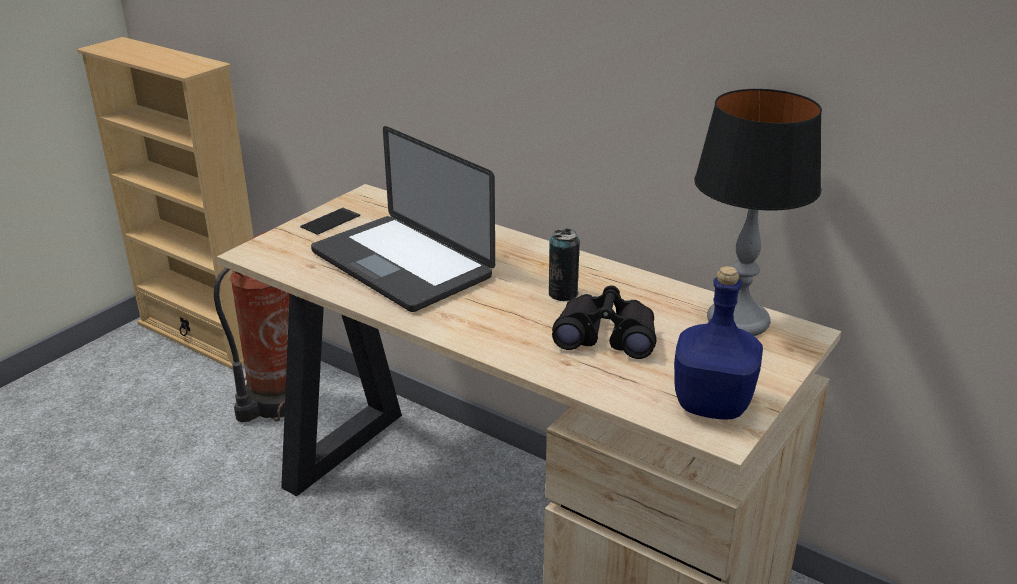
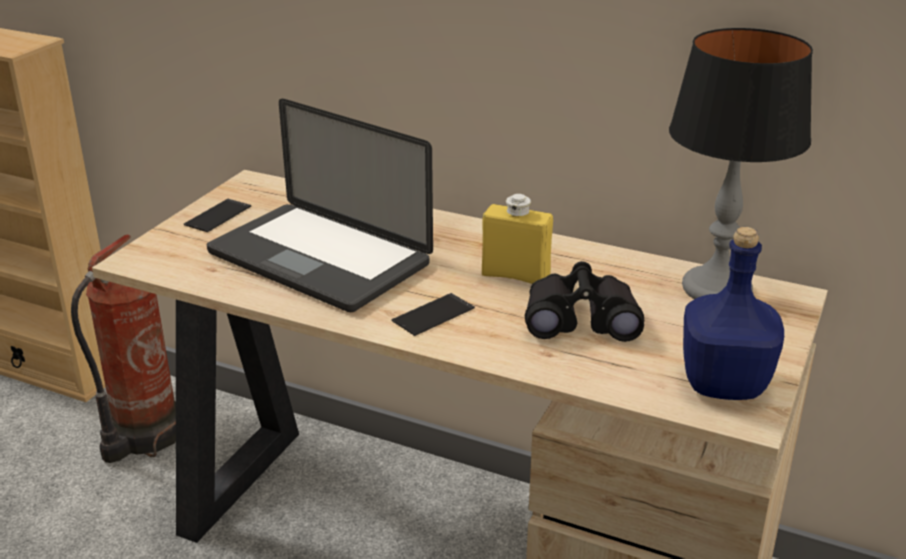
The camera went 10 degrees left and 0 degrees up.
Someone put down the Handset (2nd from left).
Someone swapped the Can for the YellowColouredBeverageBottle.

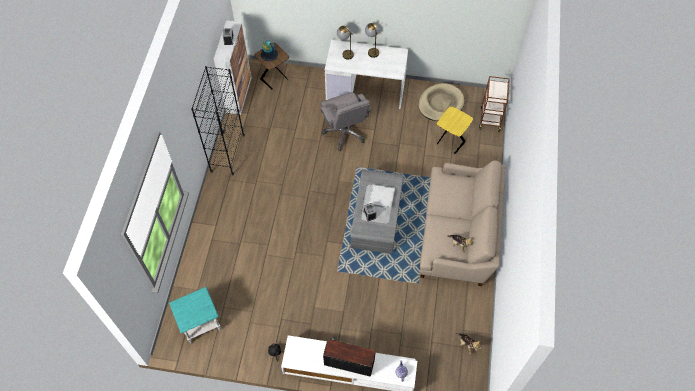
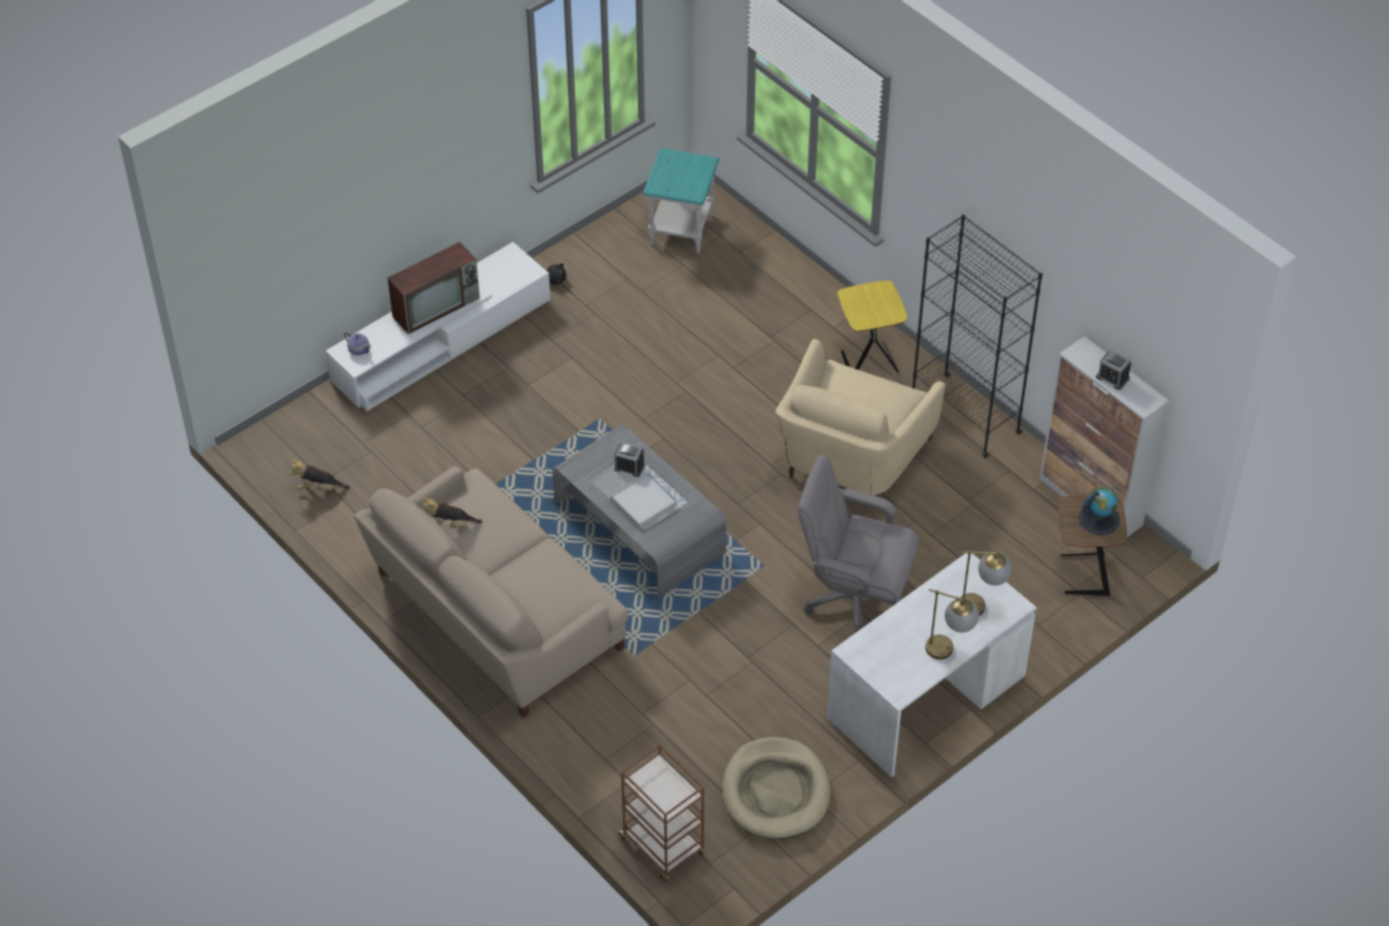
The camera went 130 degrees right and 10 degrees down.
Someone put down the SandColouredLoungeChair.
Someone carried the YellowColouredSideTable.

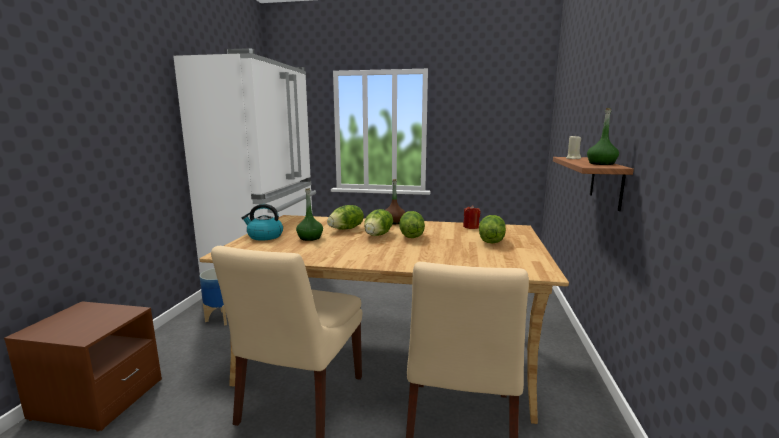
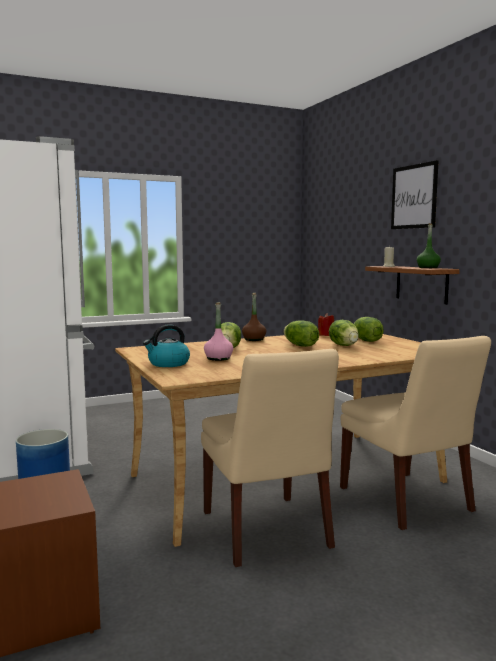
The camera went 35 degrees left and 5 degrees down.
Someone repainted the GreenBeverageBottle (1st from left), which became the PinkColouredBeverageBottle.
Someone carried the HeadOfLettuce (2nd from left in the first image).
Someone put up the WallArt.

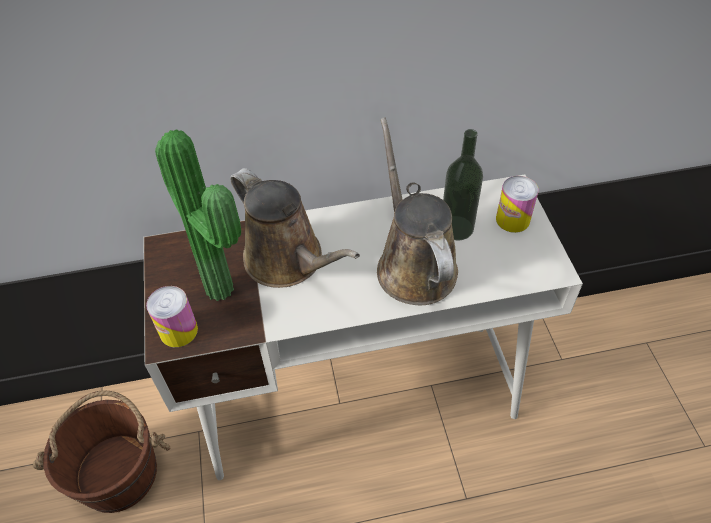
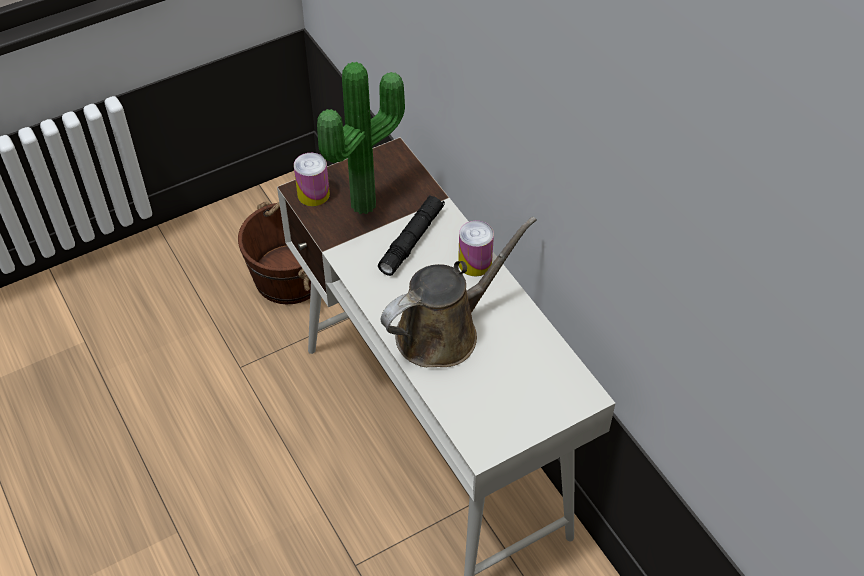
The camera went 70 degrees right and 0 degrees up.
Someone swapped the BrownishSprinklingCan (1st from left) for the BlackishTorch.
Someone carried the Can (2nd from left).
Someone took away the BeverageBottle.

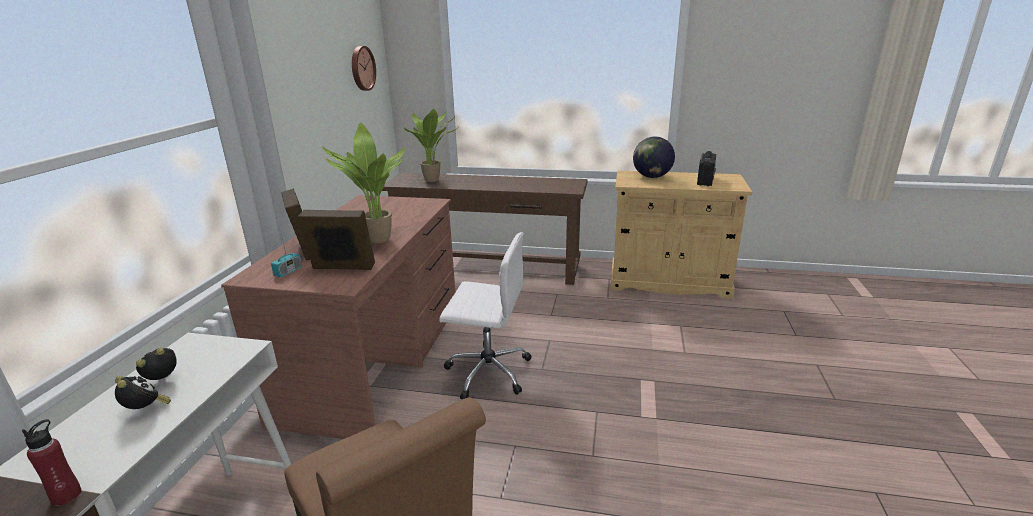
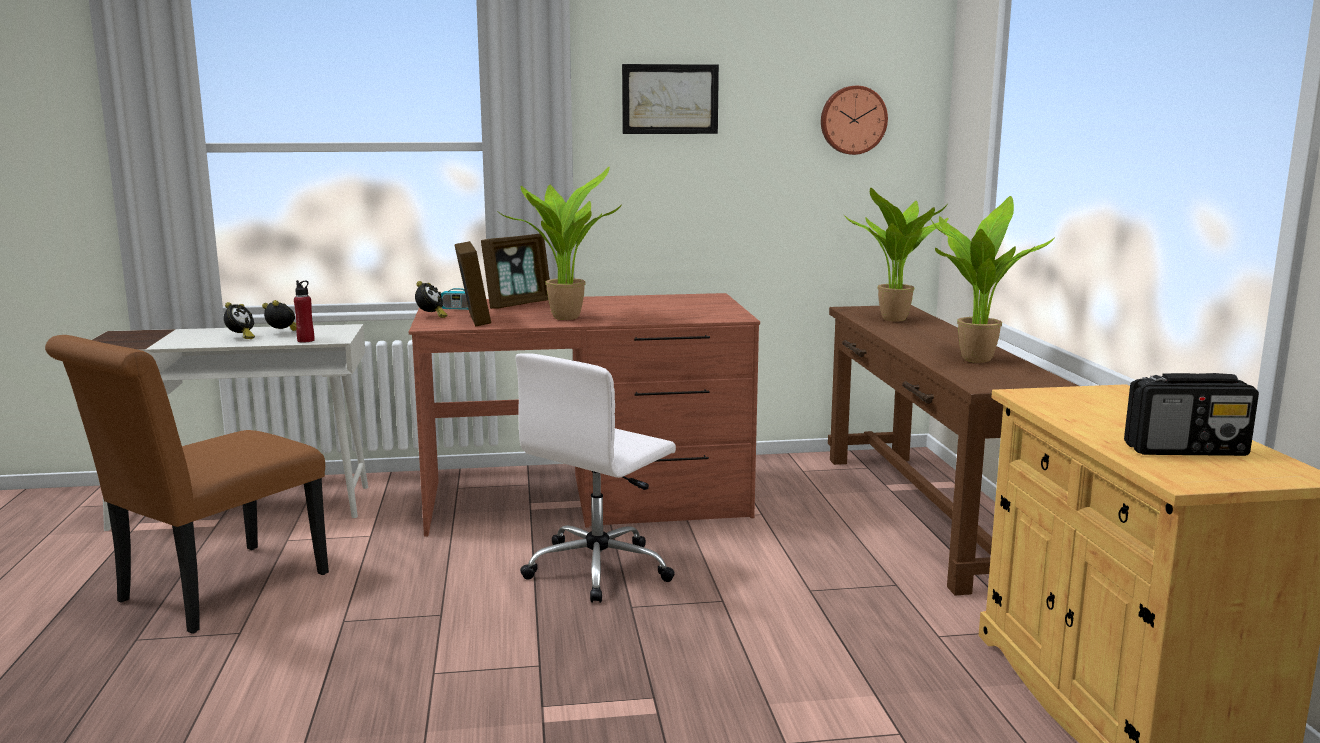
The camera went 70 degrees right and 10 degrees down.
Someone carried the ReddishBeverageBottle.
Someone put down the TableClock (3rd from left).
Someone rotated the WhiteColouredDeskChair by 45 degrees clockwise.
Someone put up the WallArt.
Someone put down the Houseplant (3rd from left).
Someone took away the WorldGlobe.

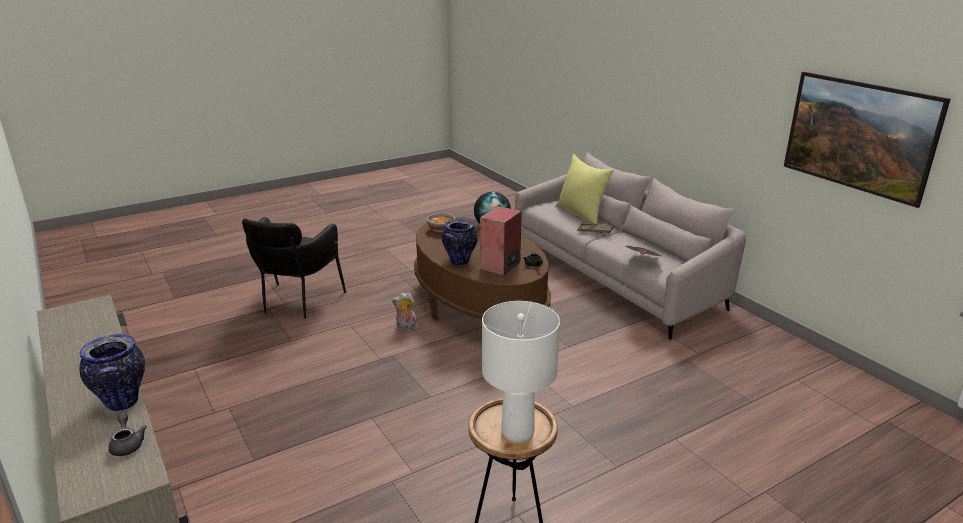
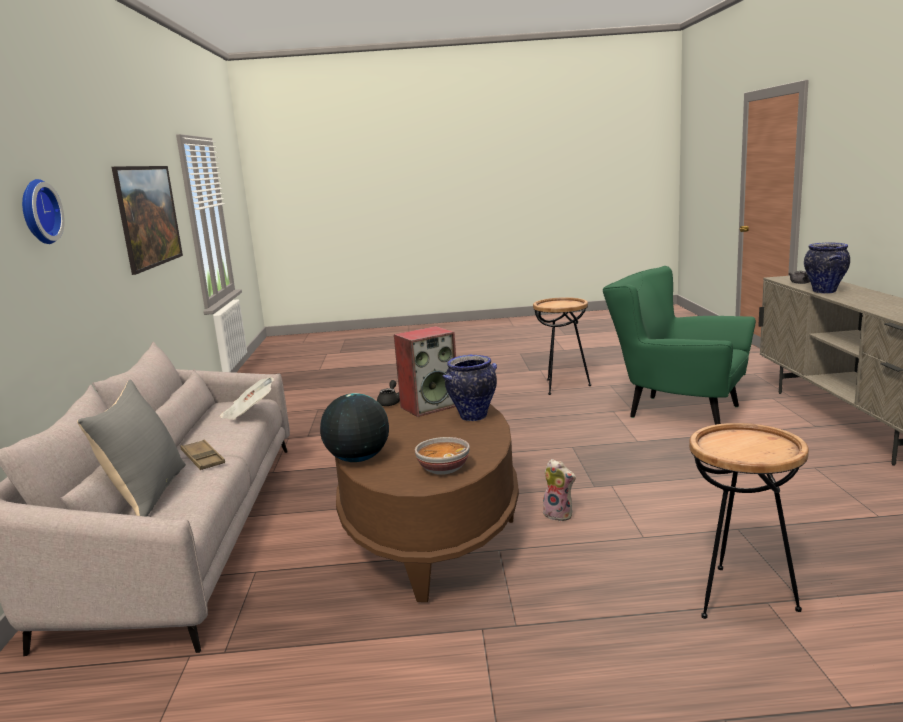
The camera went 150 degrees left and 10 degrees down.
Someone put up the WallClock.
Someone repainted the YellowColouredThrowPillow, which became the GrayThrowPillow.
Someone put down the GreenLoungeChair.
Someone swapped the BlackishLoungeChair for the BrownishSideTable (2nd from left).
Someone took away the WhiteColouredLampForATable.

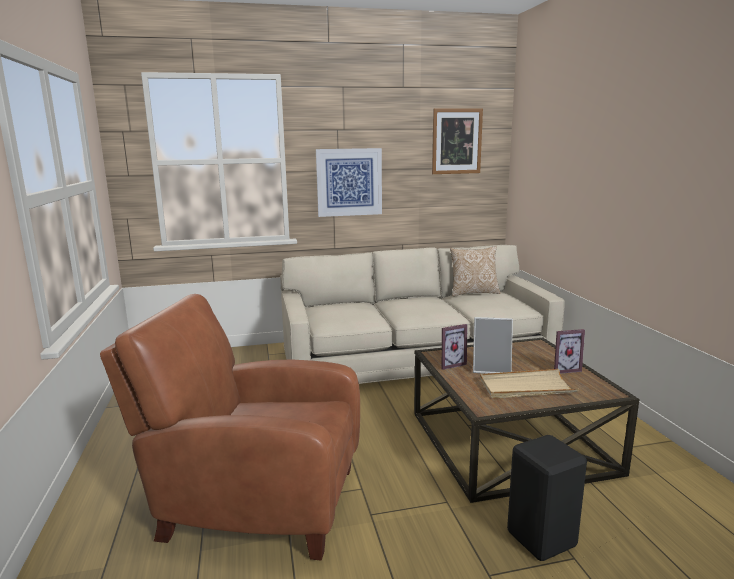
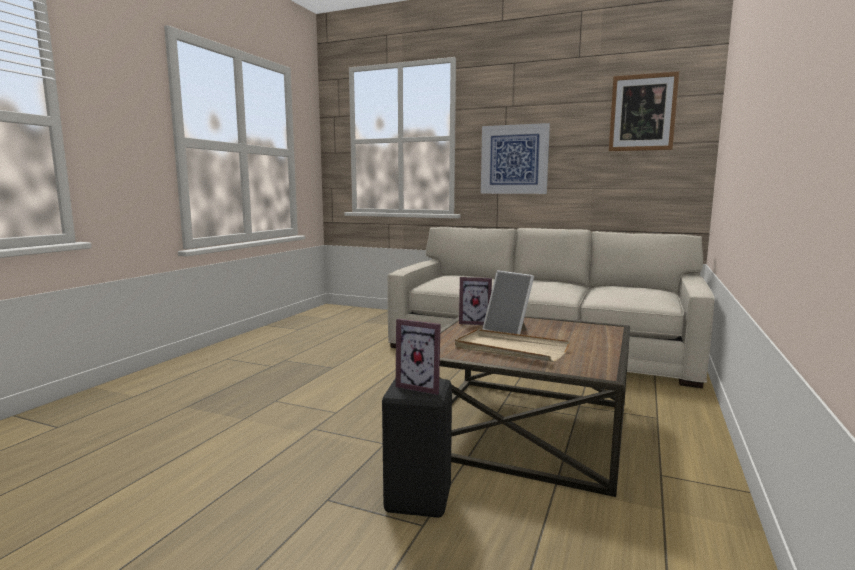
The camera went 35 degrees right and 5 degrees down.
Someone carried the PictureFrame (3rd from left in the first image).
Someone took away the BrownishLoungeChair.
Someone took away the ThrowPillow.

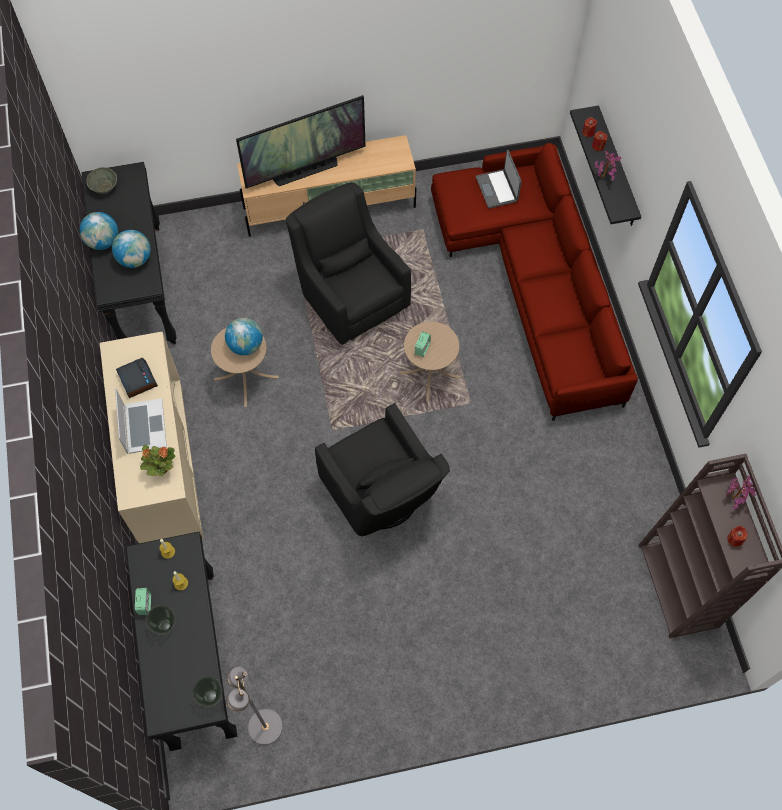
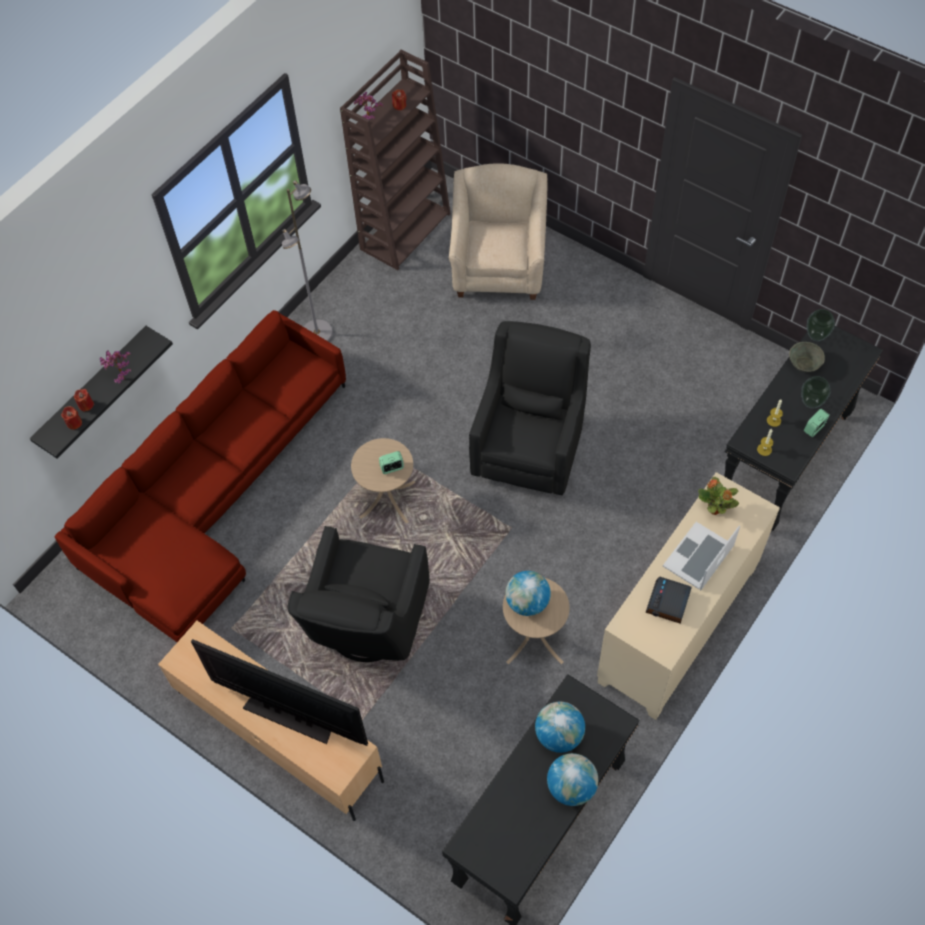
The camera went 130 degrees left and 5 degrees down.
Someone carried the GrayStandardLamp.
Someone put down the SandColouredLoungeChair.
Someone carried the GrayBowl.
Someone took away the NotebookComputer (2nd from left).

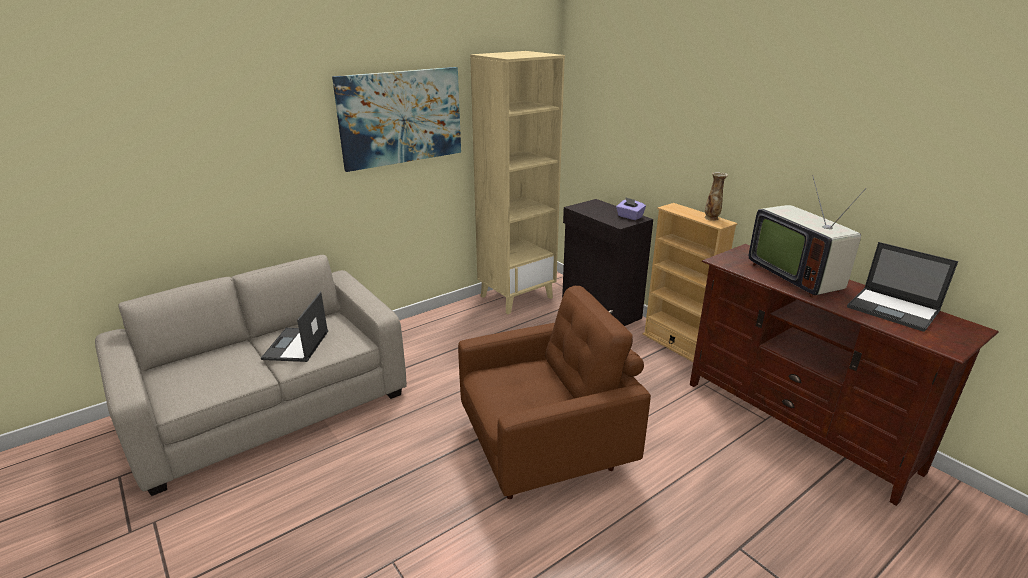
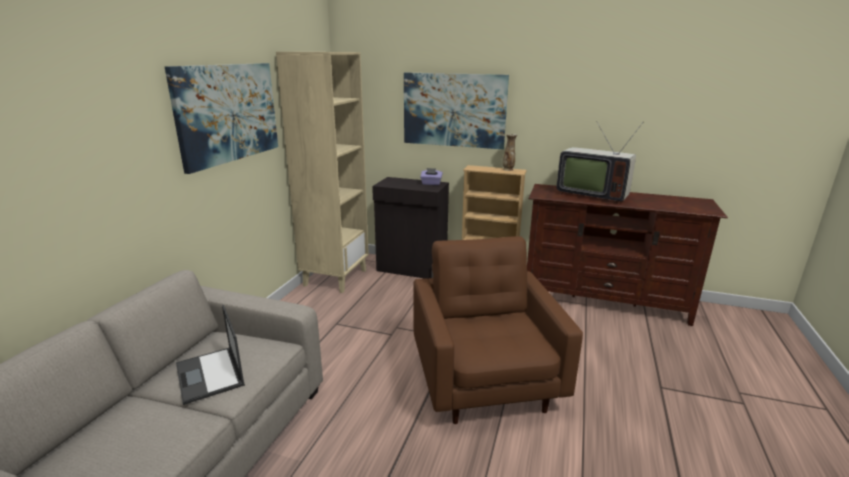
The camera went 35 degrees left and 5 degrees down.
Someone put up the WallArt (2nd from left).
Someone rotated the BrownishLoungeChair by 45 degrees counterclockwise.
Someone took away the NotebookComputer (2nd from left).

